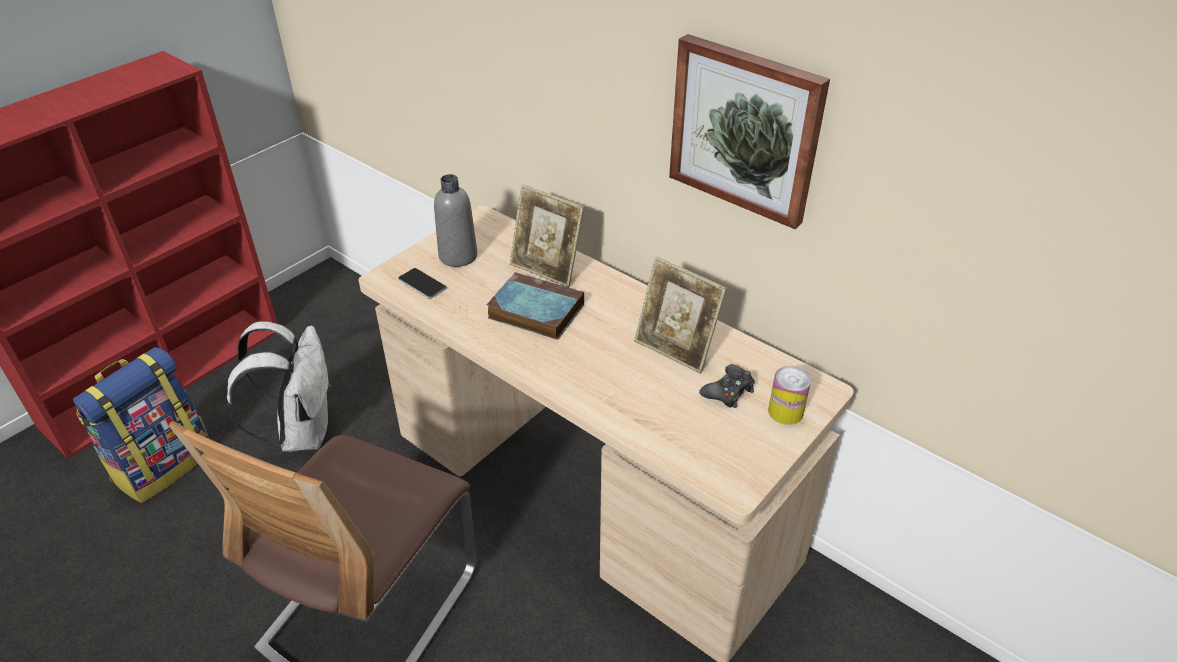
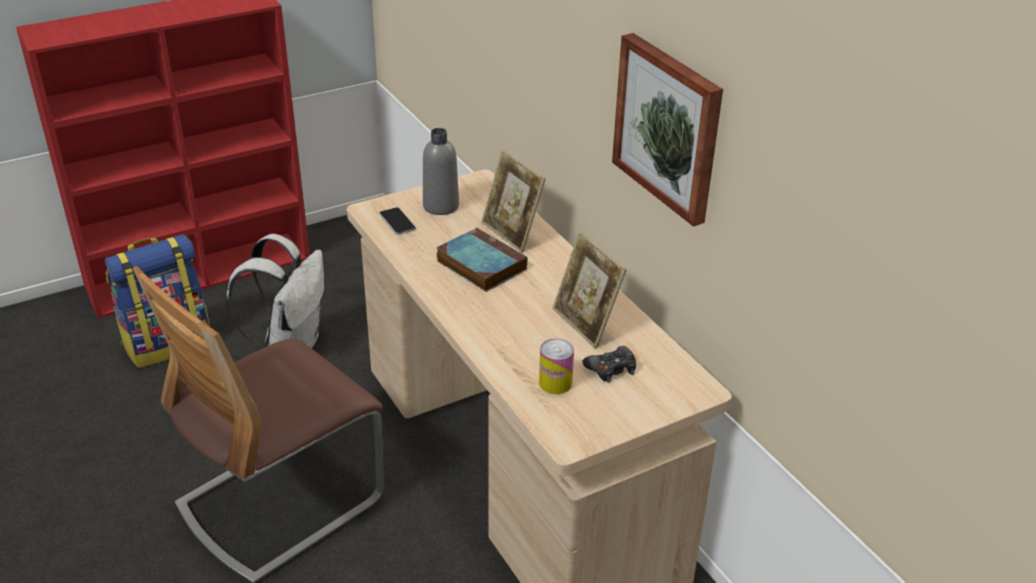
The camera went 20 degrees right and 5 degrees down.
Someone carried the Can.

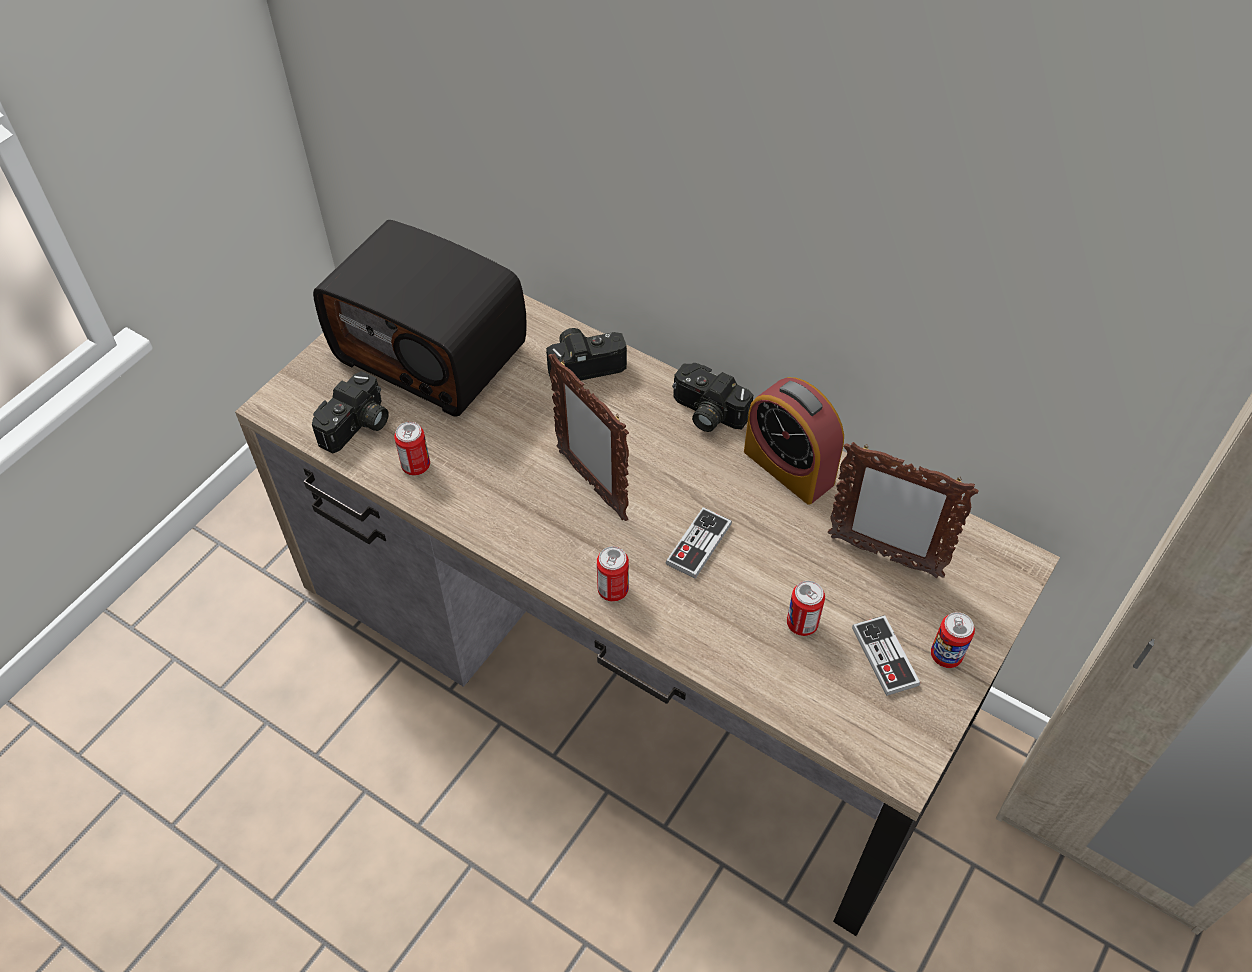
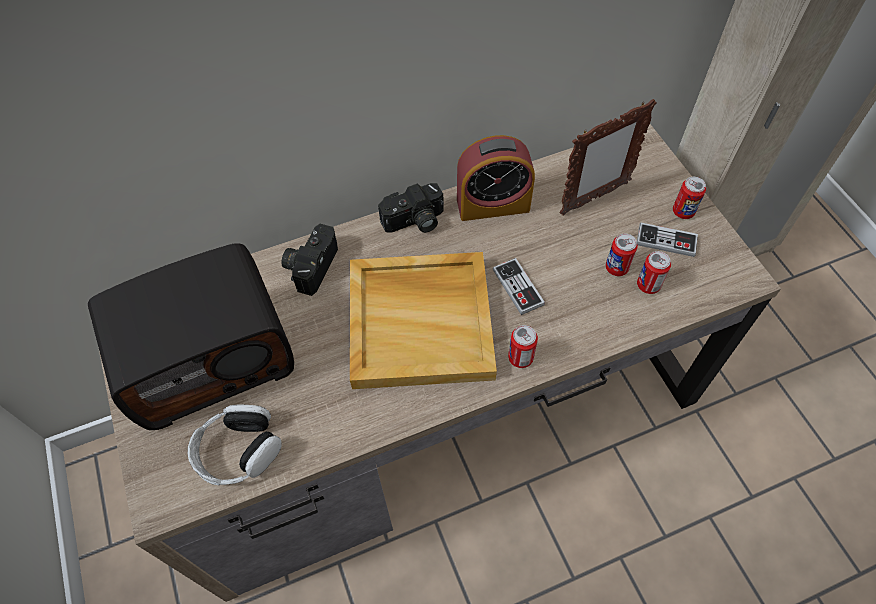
The camera went 55 degrees left and 5 degrees up.
Someone swapped the StillCamera (1st from left) for the PairOfHeadphones.
Someone swapped the PictureFrame (1st from left) for the SandColouredTray.
Someone carried the Can (1st from left in the first image).

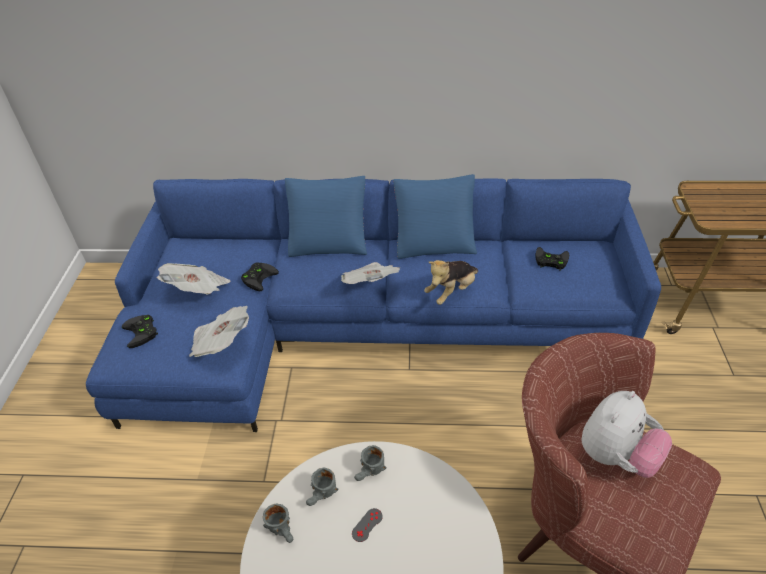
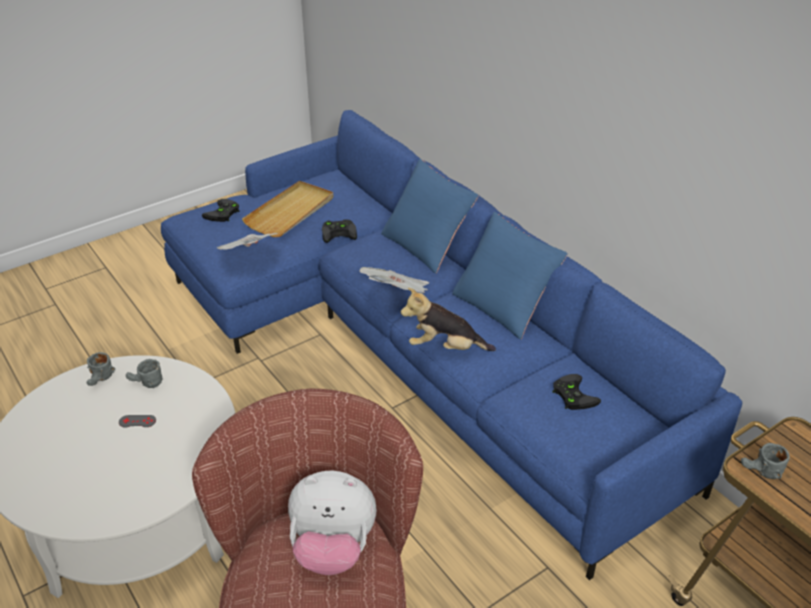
The camera went 50 degrees right and 5 degrees down.
Someone swapped the DailyPaper (1st from left) for the SandColouredTray.
Someone carried the GrayCoffeeMug (3rd from left).

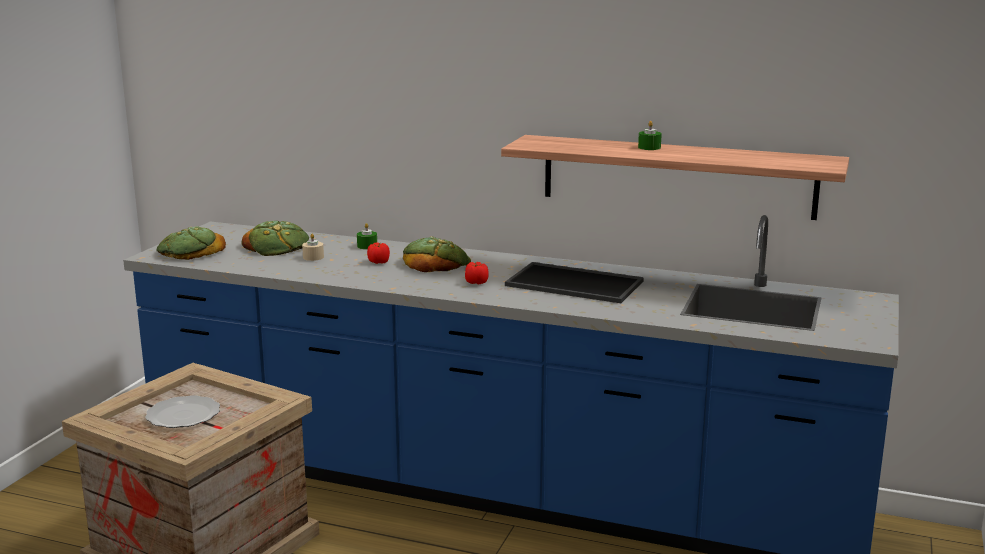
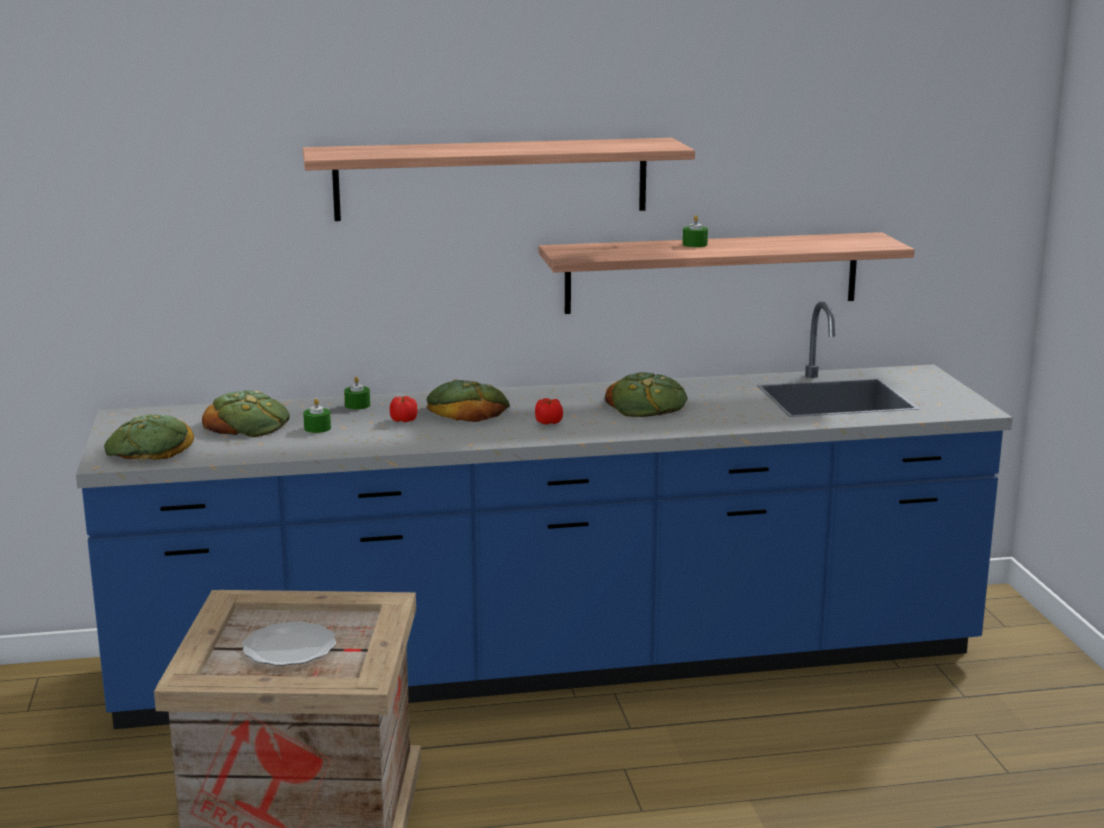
The camera went 30 degrees left and 0 degrees up.
Someone put up the Shelf (1st from left).
Someone repainted the SandColouredCandle, which became the GreenCandle (1st from left).
Someone swapped the Tray for the BakedBread (4th from left).

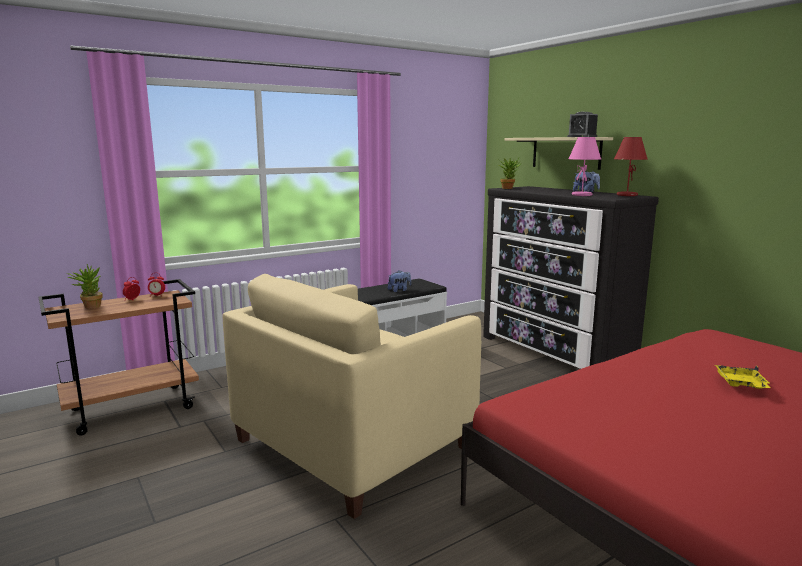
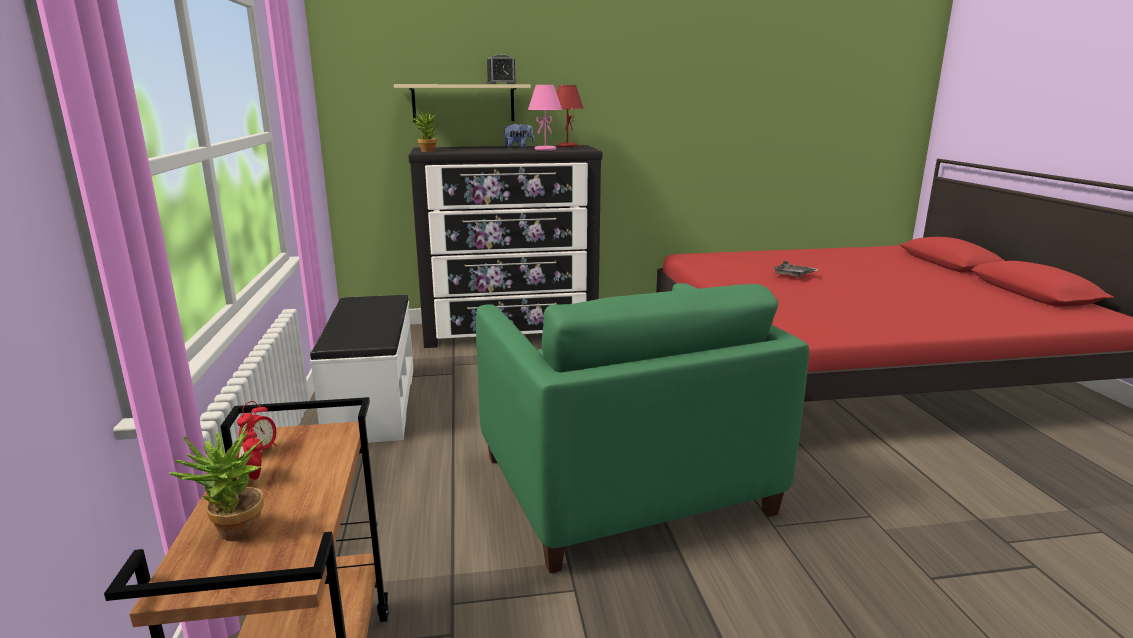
The camera went 65 degrees left and 5 degrees up.
Someone repainted the SandColouredLoungeChair, which became the GreenLoungeChair.
Someone repainted the YellowColouredTray, which became the GrayTray.
Someone took away the SoftToy (1st from left).

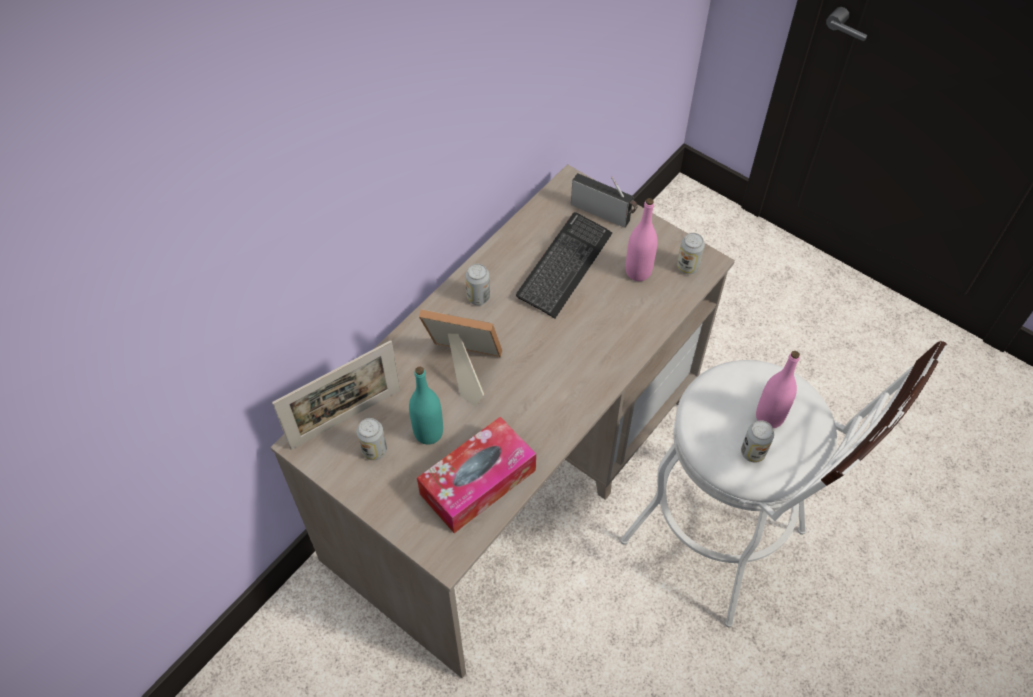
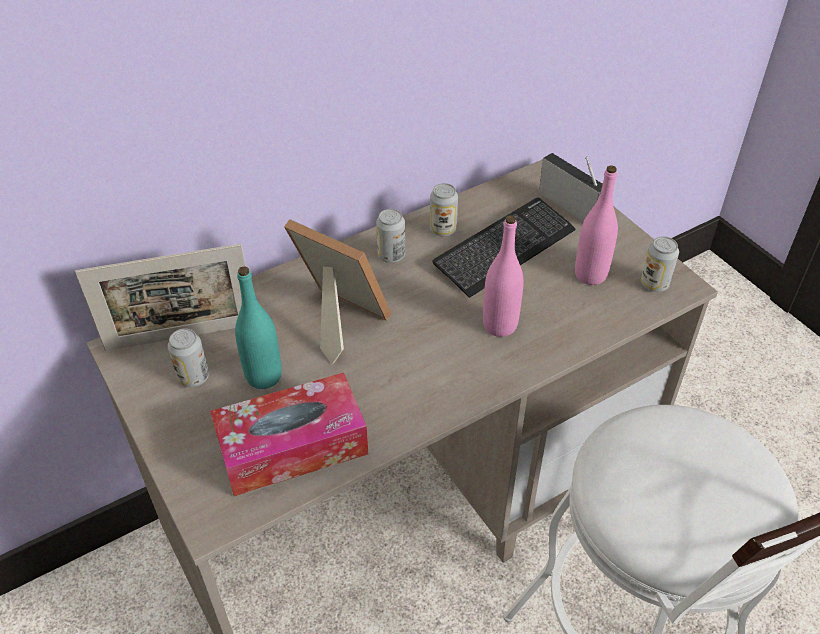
The camera went 20 degrees right and 10 degrees down.
Someone carried the Can (4th from left in the first image).
Someone carried the PinkColouredBeverageBottle (2nd from left in the first image).

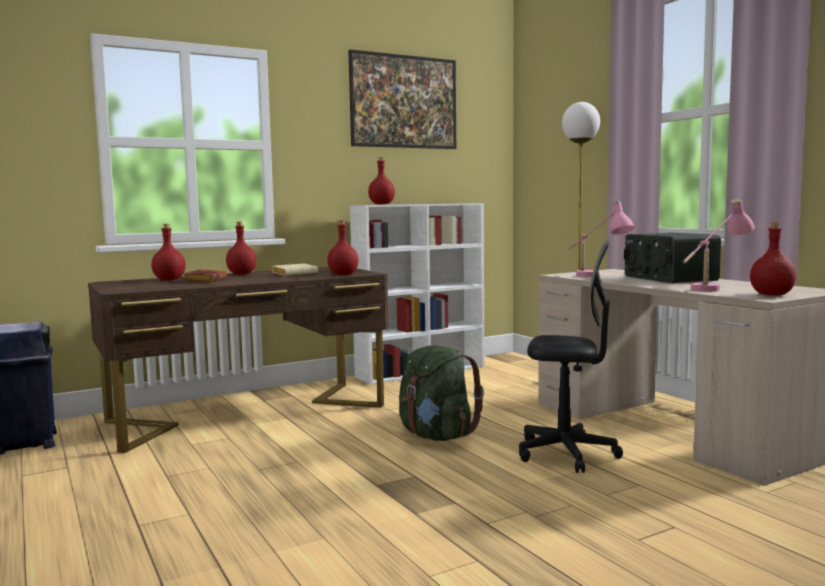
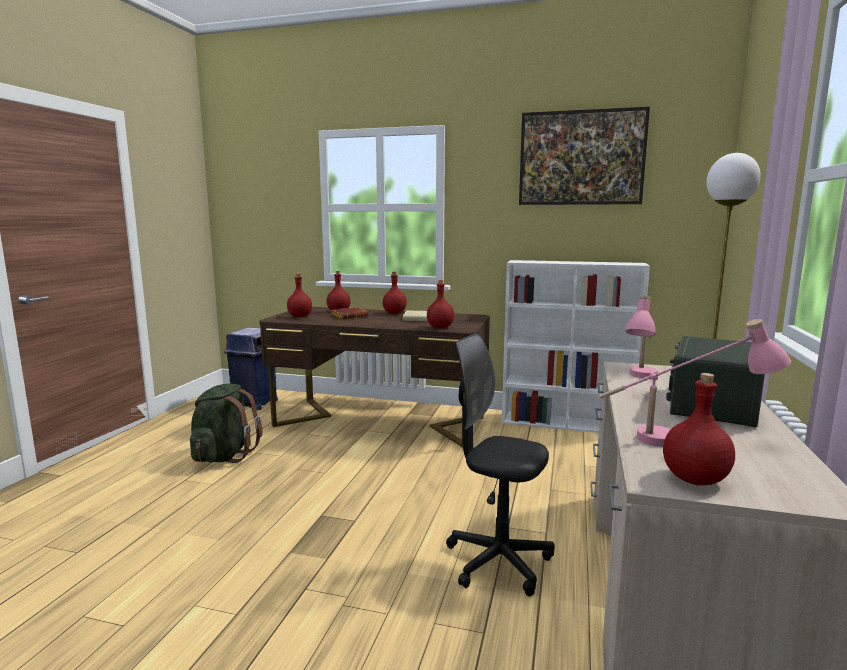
The camera went 45 degrees right and 5 degrees up.
Someone carried the GreenKnapsack.
Someone carried the ReddishBeverageBottle (4th from left in the first image).
Someone rotated the BlackishDeskChair by 150 degrees clockwise.

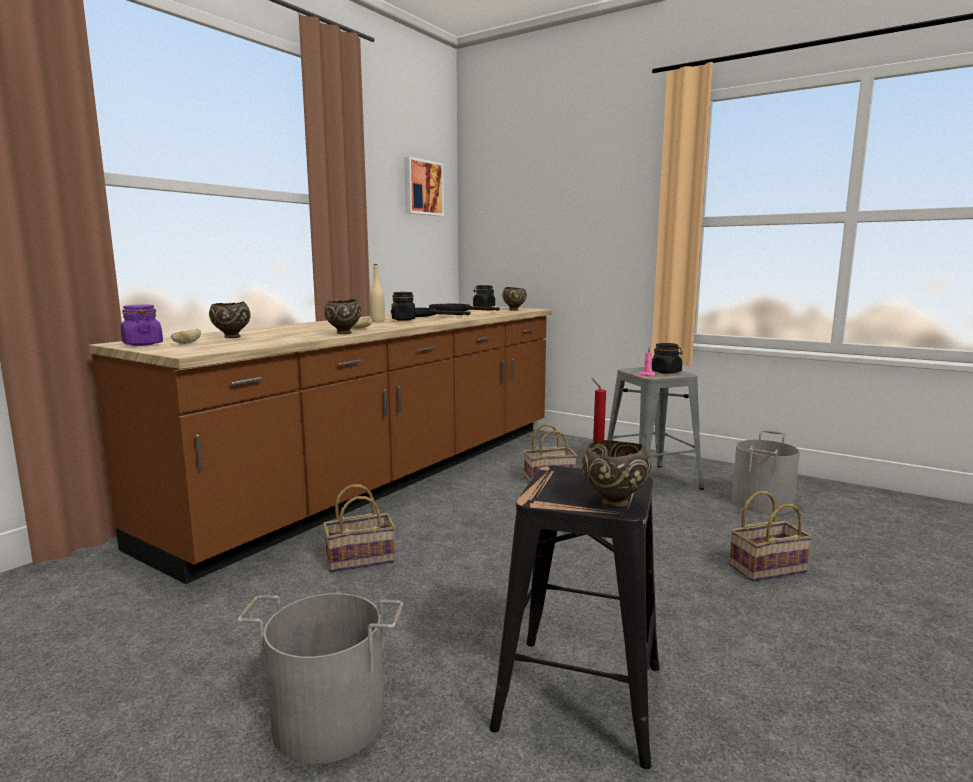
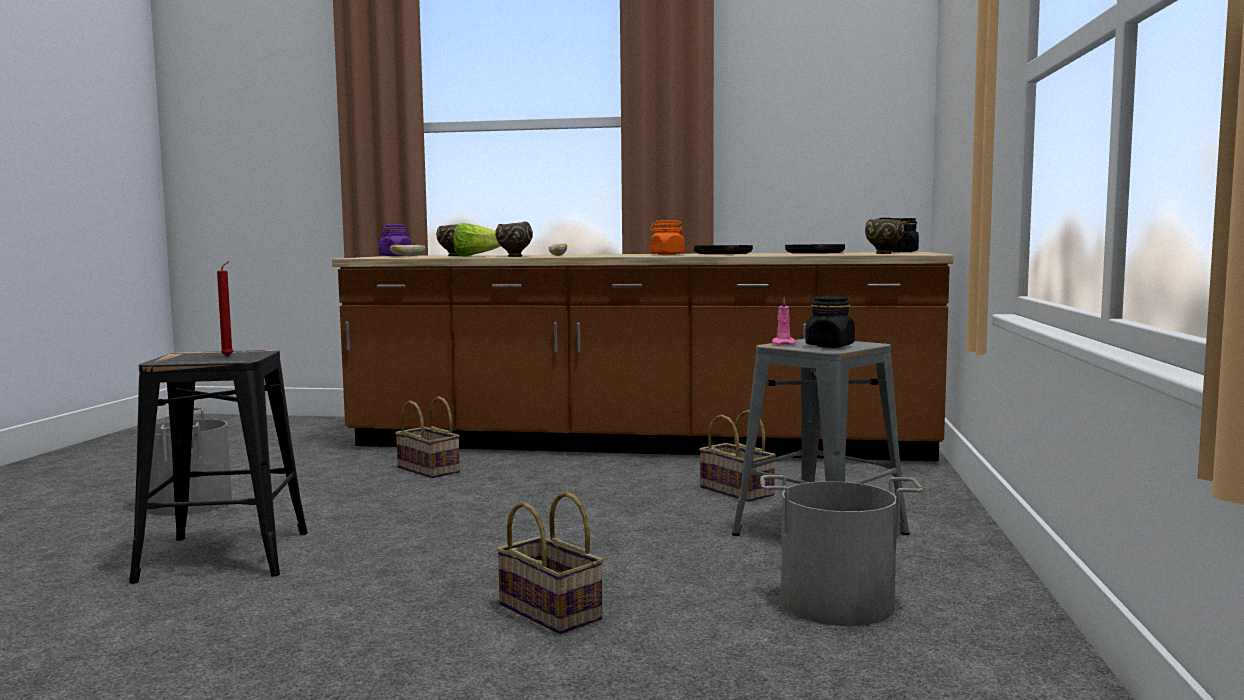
The camera went 65 degrees right and 5 degrees down.
Someone put down the HeadOfLettuce.
Someone repainted the BlackishJar (1st from left), which became the OrangeColouredJar.
Someone took away the SandColouredBeverageBottle.
Someone took away the WallArt.
Someone took away the BrownishBowl (4th from left).

